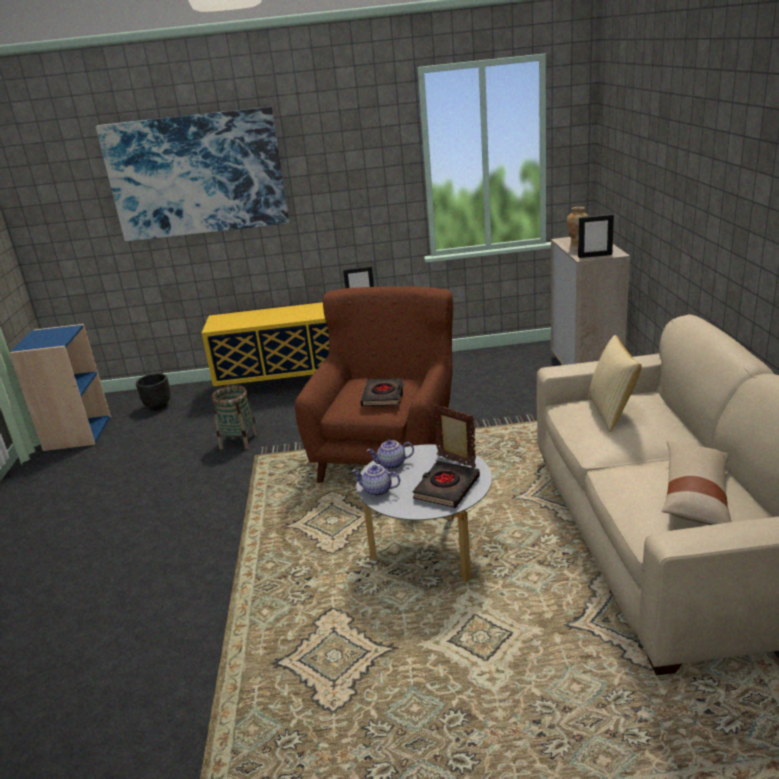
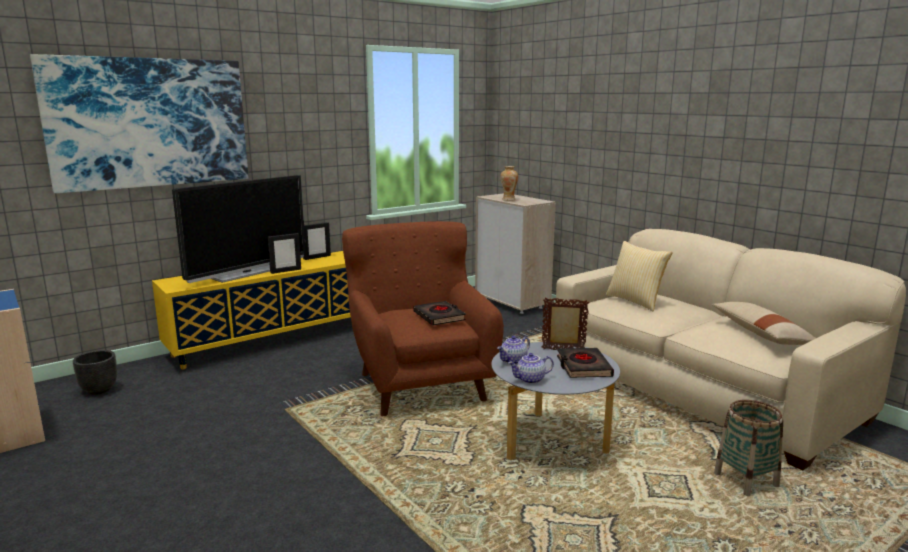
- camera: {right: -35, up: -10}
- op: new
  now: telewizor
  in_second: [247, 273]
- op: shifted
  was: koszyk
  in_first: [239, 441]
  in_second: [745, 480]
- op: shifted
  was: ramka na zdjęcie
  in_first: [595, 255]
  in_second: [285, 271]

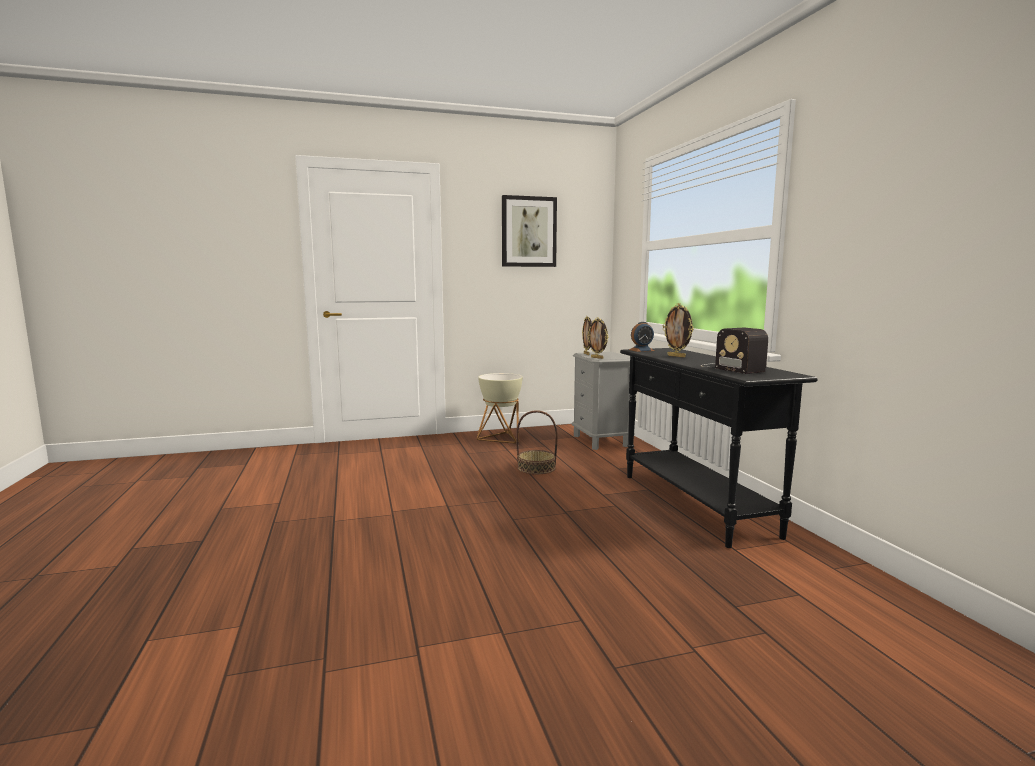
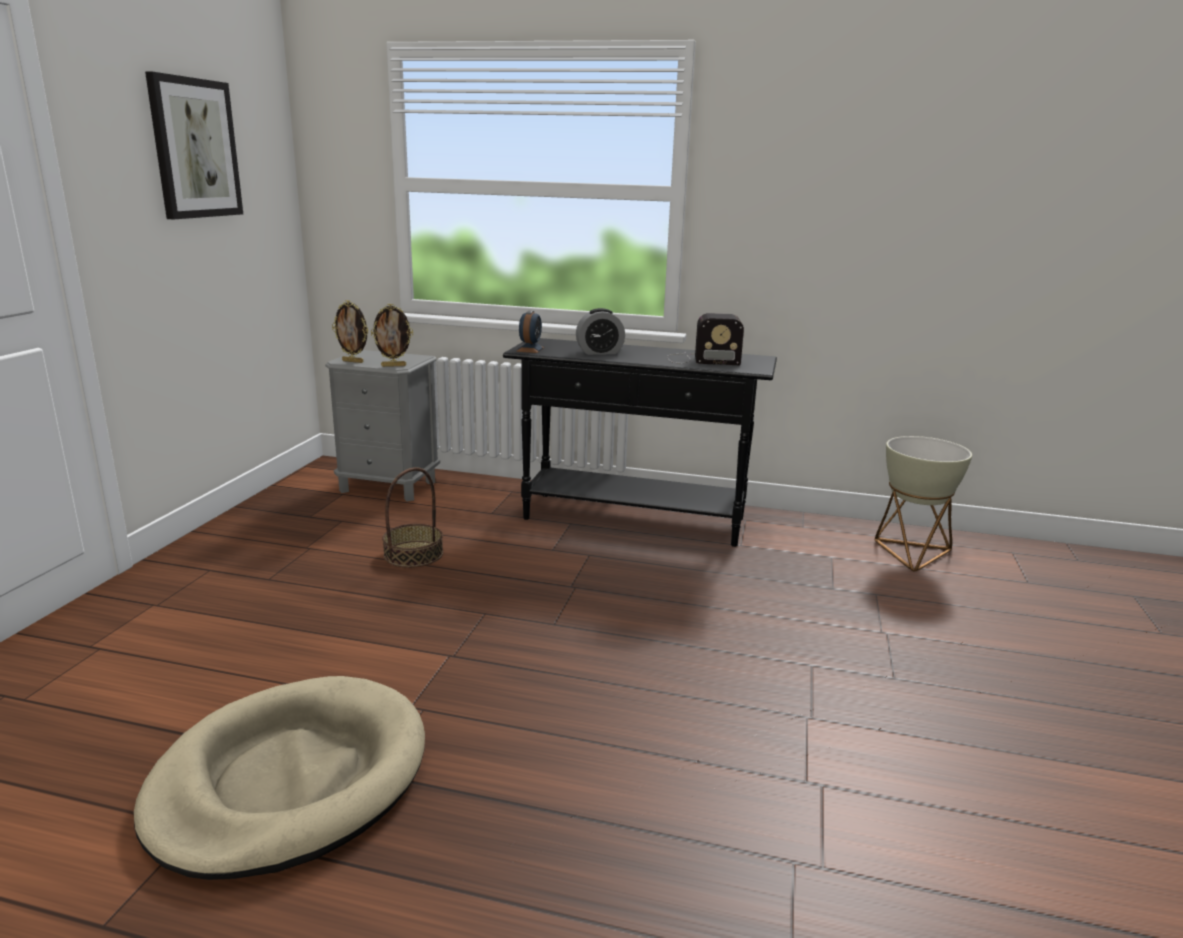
- camera: {right: -60, up: 10}
- op: new
  now: legowisko (beżowy)
  in_second: [290, 780]
- op: shifted
  was: donica
  in_first: [501, 438]
  in_second: [910, 553]
- op: swapped
  was: ramka na zdjęcie
  now: budzik
  in_first: [677, 356]
  in_second: [599, 352]

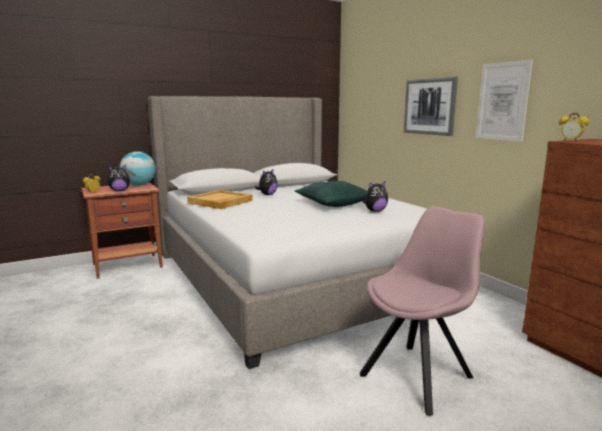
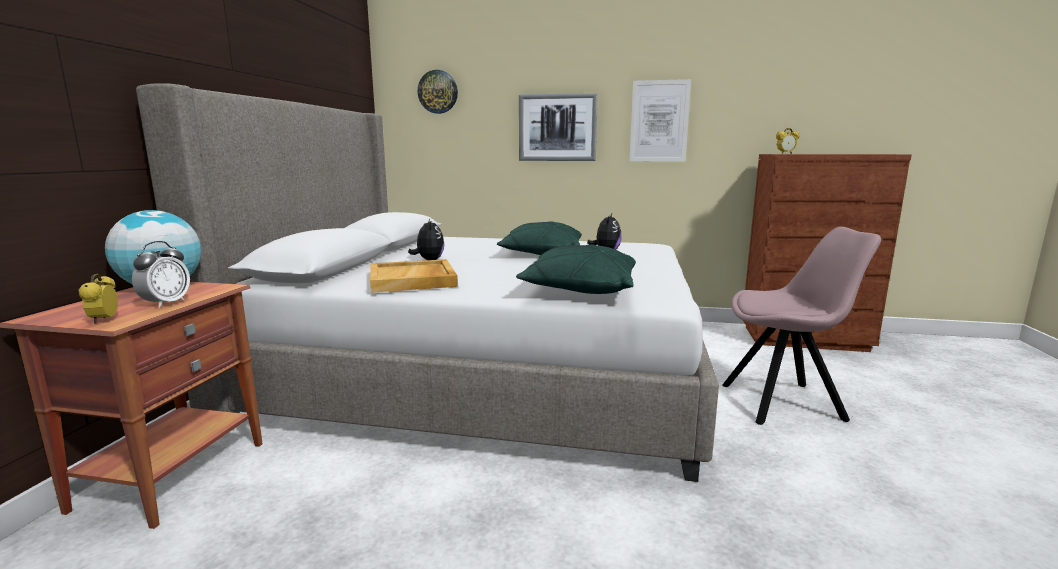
- camera: {right: -50, up: 0}
- op: new
  now: zegar ścienny
  in_second: [438, 92]
- op: new
  now: poduszka (zielony)
  in_second: [580, 289]
- op: swapped
  was: pluszak
  now: budzik
  in_first: [119, 191]
  in_second: [166, 303]
- op: rotated
  was: krzesło (różowy)
  in_first: [417, 376]
  in_second: [783, 403]
  clockwise: 90

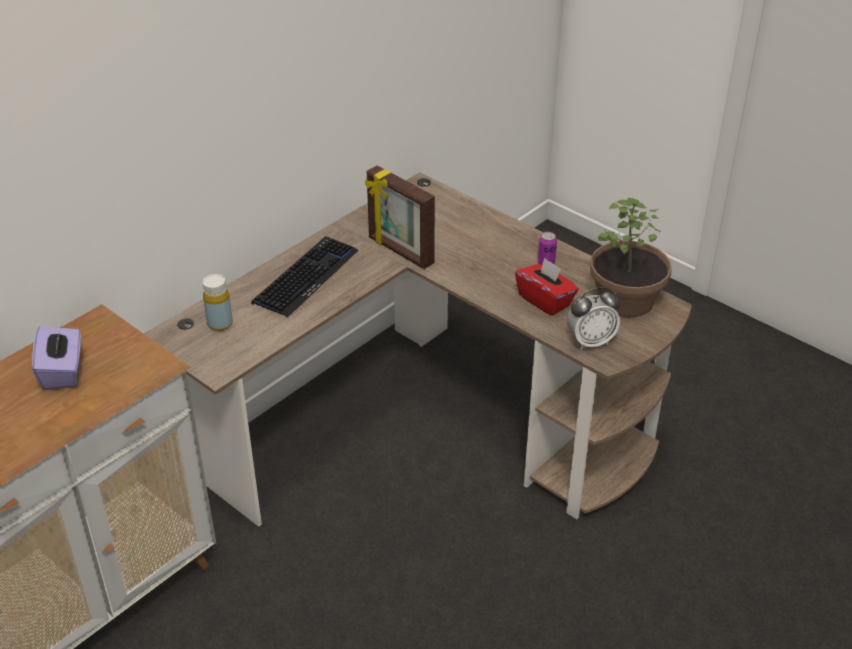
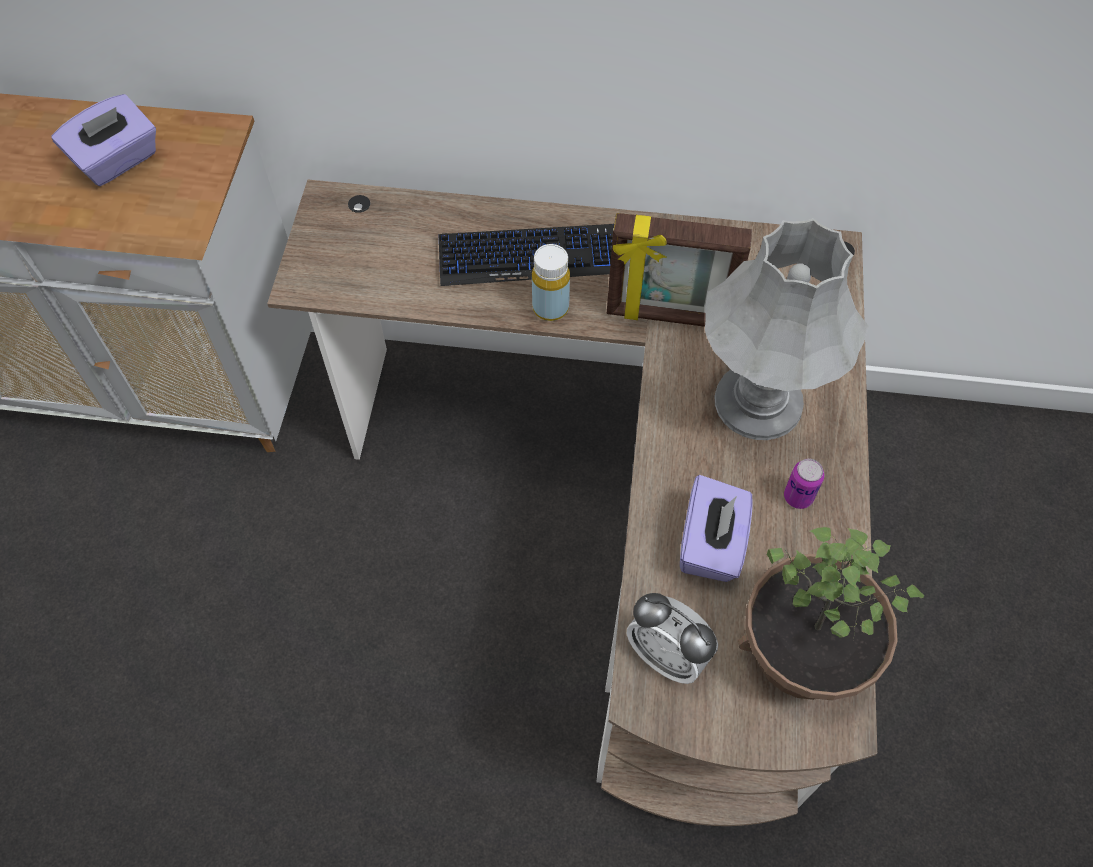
- camera: {right: 55, up: 20}
- op: new
  now: lampa stołowa (szary)
  in_second: [759, 403]
- op: shifted
  was: butelka (żółty)
  in_first: [220, 324]
  in_second: [550, 308]
- op: repainted
  was: pudełko chusteczek (czerwony)
  now: pudełko chusteczek (fioletowy)
  in_first: [545, 300]
  in_second: [711, 544]
- op: rotated
  was: ramka na zdjęcie
  in_first: [400, 251]
  in_second: [668, 316]
  clockwise: -90

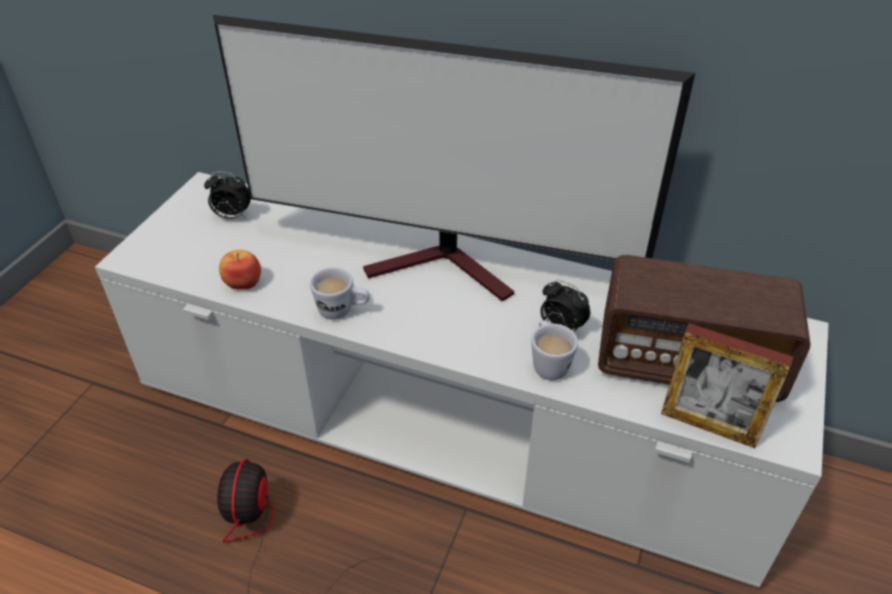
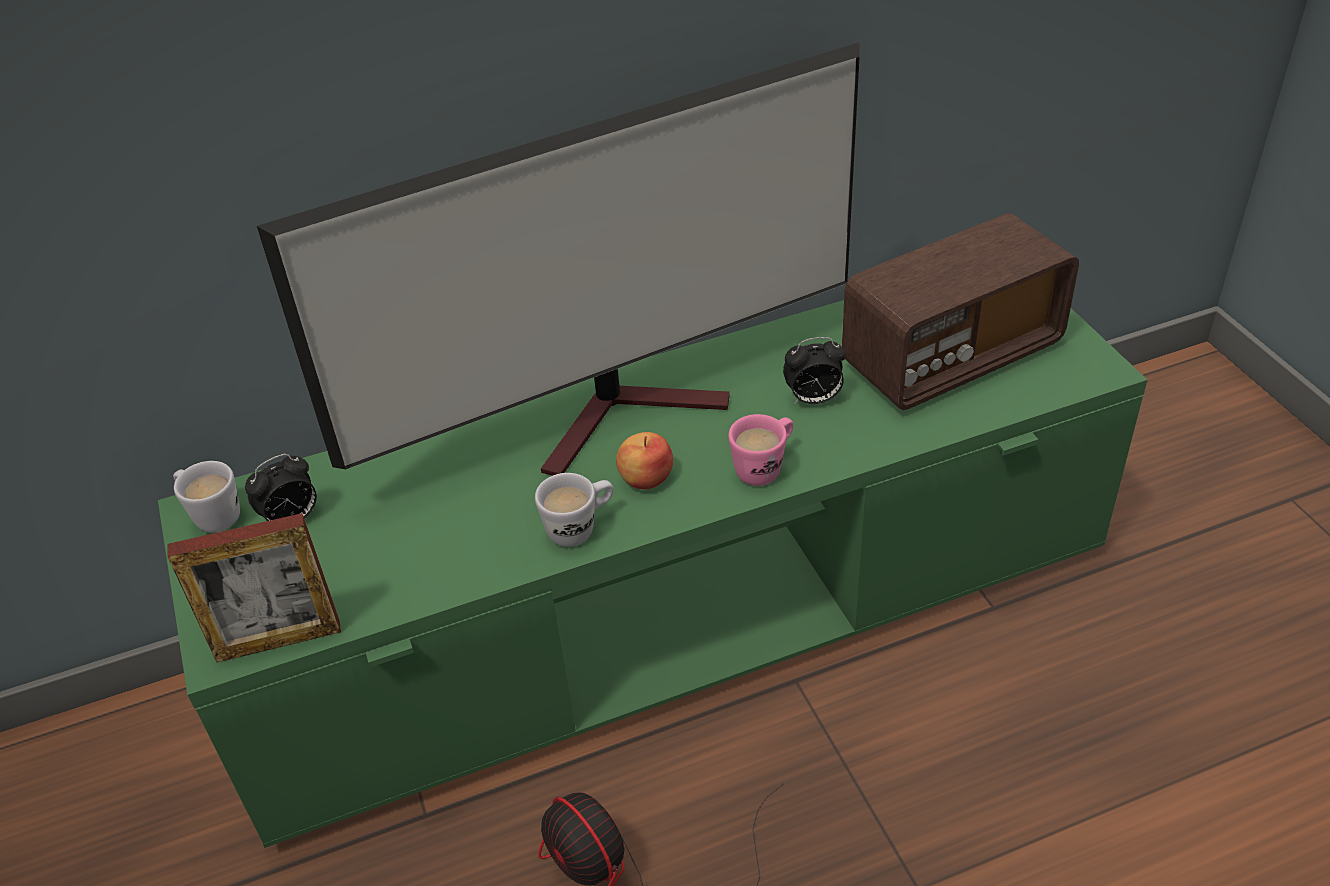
- camera: {right: -40, up: 0}
- op: new
  now: kubek (różowy)
  in_second: [765, 467]
- op: shifted
  was: jabłko
  in_first: [243, 282]
  in_second: [646, 478]
- op: shifted
  was: kubek (biały)
  in_first: [548, 363]
  in_second: [212, 515]
- op: shifted
  was: ramka na zdjęcie
  in_first: [708, 426]
  in_second: [278, 641]
- op: repainted
  was: szafka pod telewizor (biały)
  now: szafka pod telewizor (zielony)
  in_first: [448, 418]
  in_second: [675, 611]

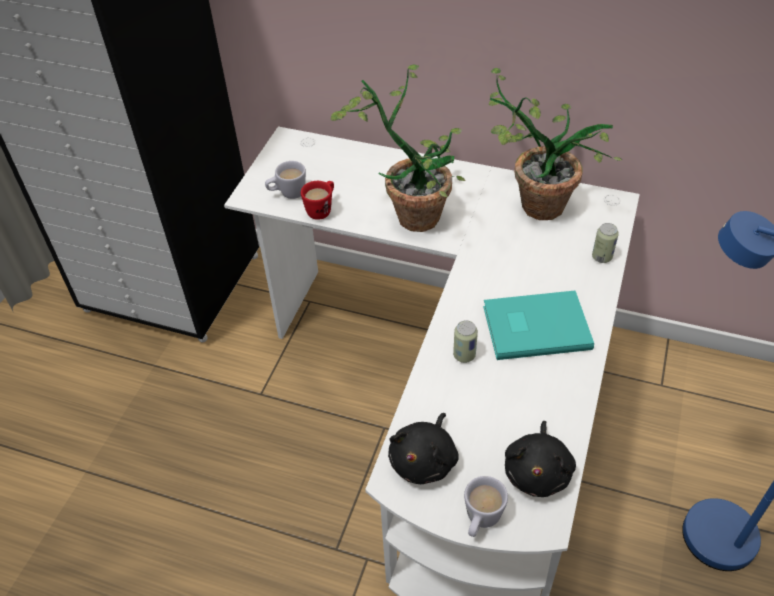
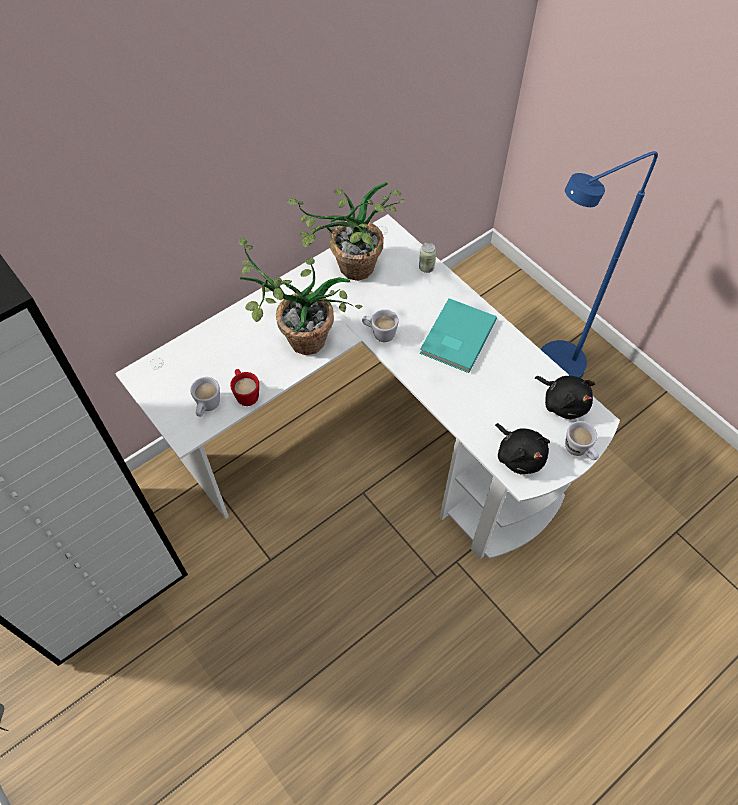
- camera: {right: -60, up: 10}
- op: gone
  was: puszka
  in_first: [464, 355]
- op: new
  now: kubek (biały)
  in_second: [379, 334]

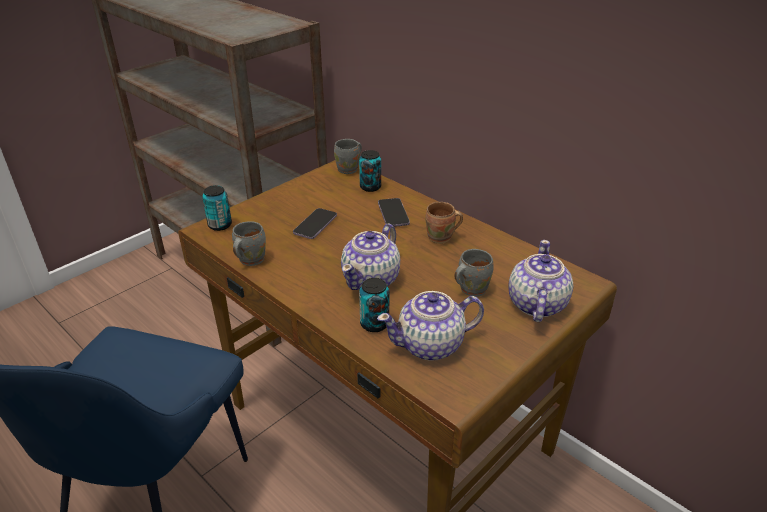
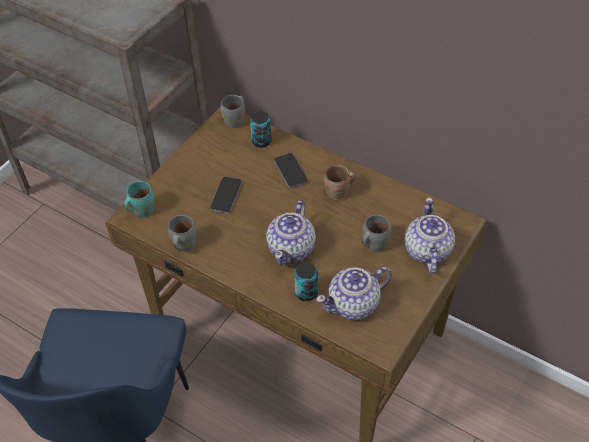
- camera: {right: -10, up: 15}
- op: swapped
  was: puszka
  now: kubek (turkusowy)
  in_first: [220, 225]
  in_second: [141, 210]

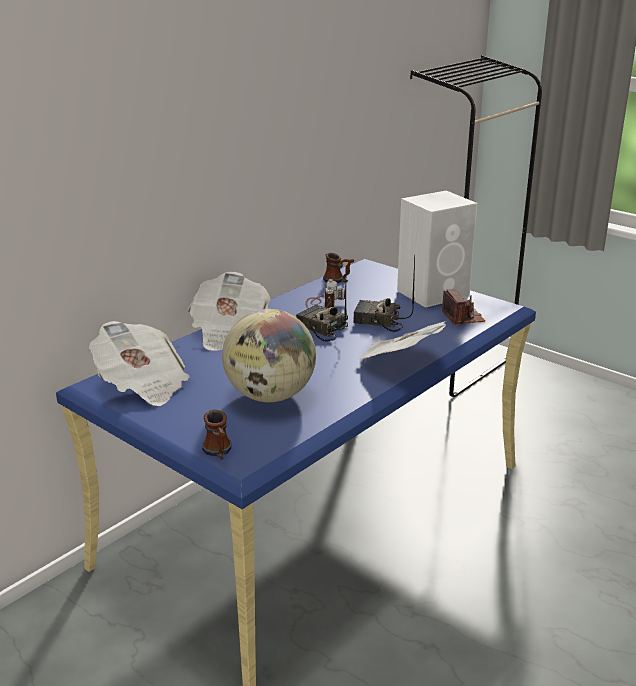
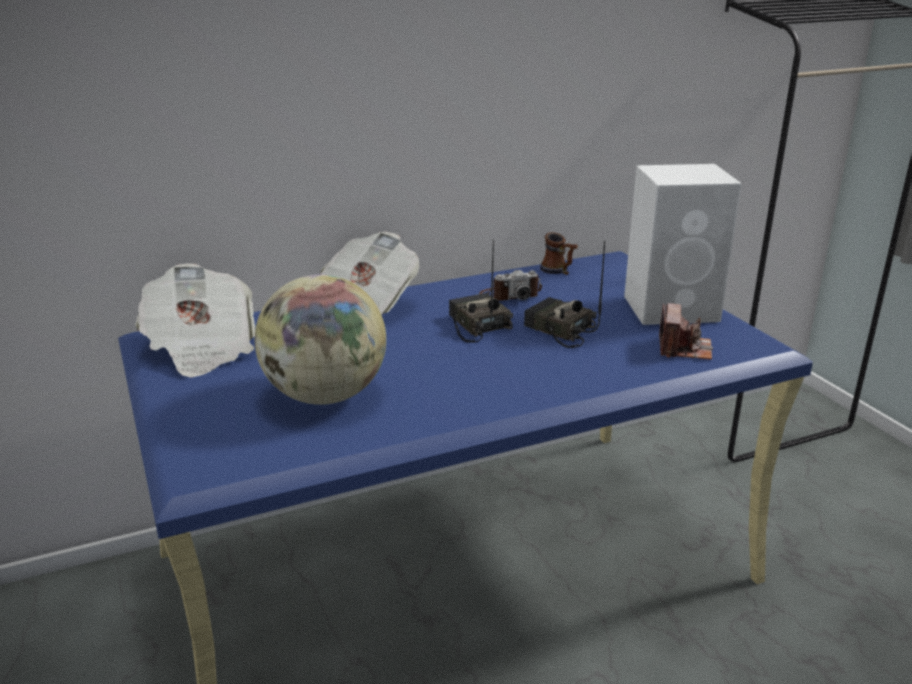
- camera: {right: 25, up: 0}
- op: gone
  was: kubek
  in_first: [219, 453]
- op: gone
  was: gazeta
  in_first: [400, 362]
- op: rotated
  was: aparat fotograficzny
  in_first: [322, 304]
  in_second: [510, 295]
  clockwise: 45

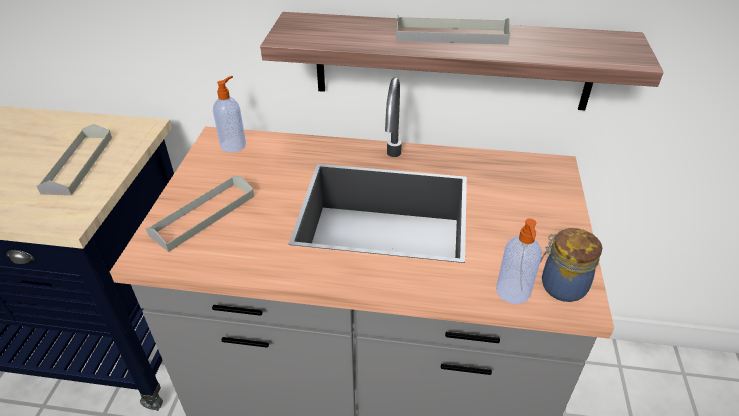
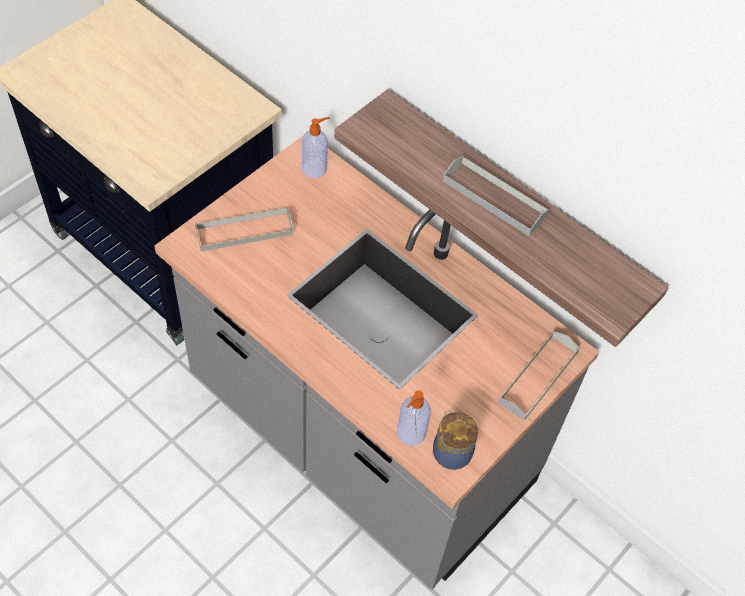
- camera: {right: 30, up: 15}
- op: shifted
  was: taca (szary)
  in_first: [78, 164]
  in_second: [538, 377]

